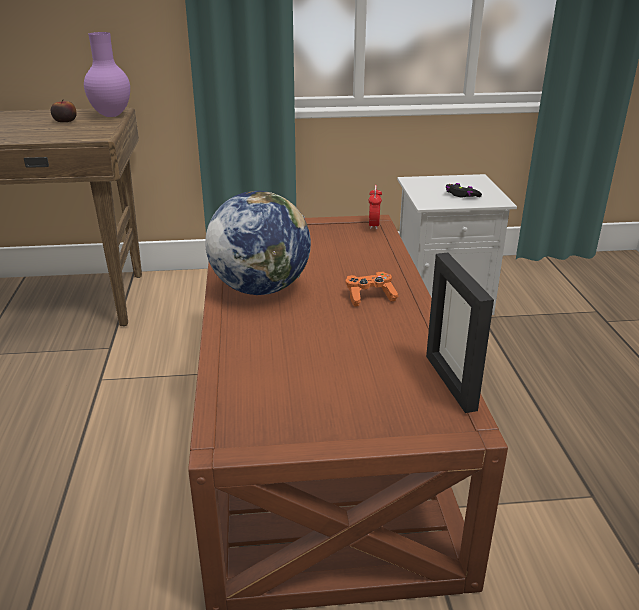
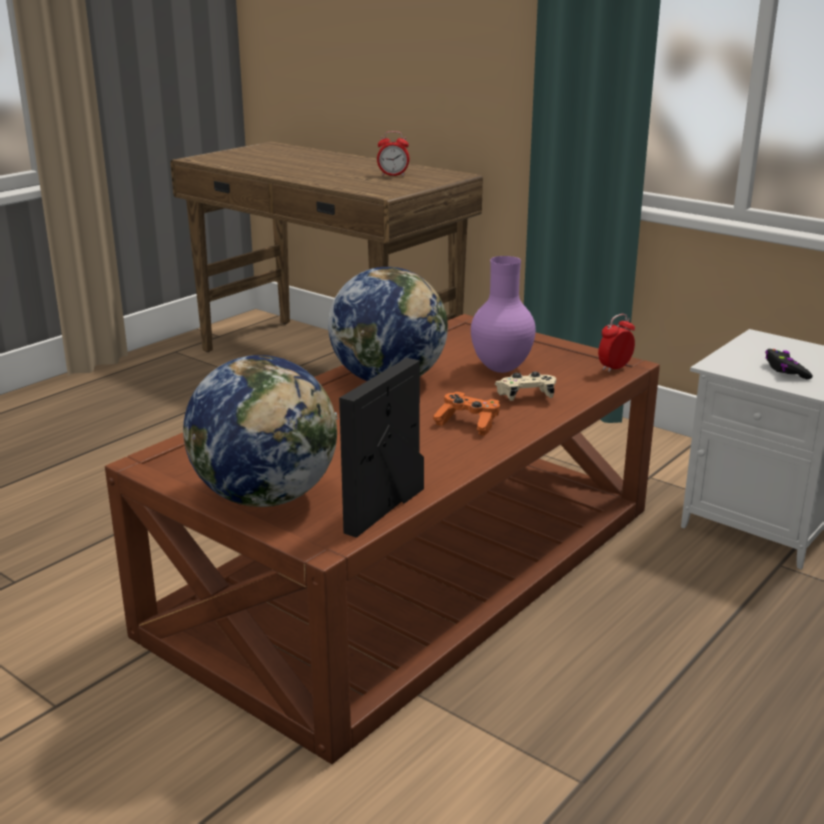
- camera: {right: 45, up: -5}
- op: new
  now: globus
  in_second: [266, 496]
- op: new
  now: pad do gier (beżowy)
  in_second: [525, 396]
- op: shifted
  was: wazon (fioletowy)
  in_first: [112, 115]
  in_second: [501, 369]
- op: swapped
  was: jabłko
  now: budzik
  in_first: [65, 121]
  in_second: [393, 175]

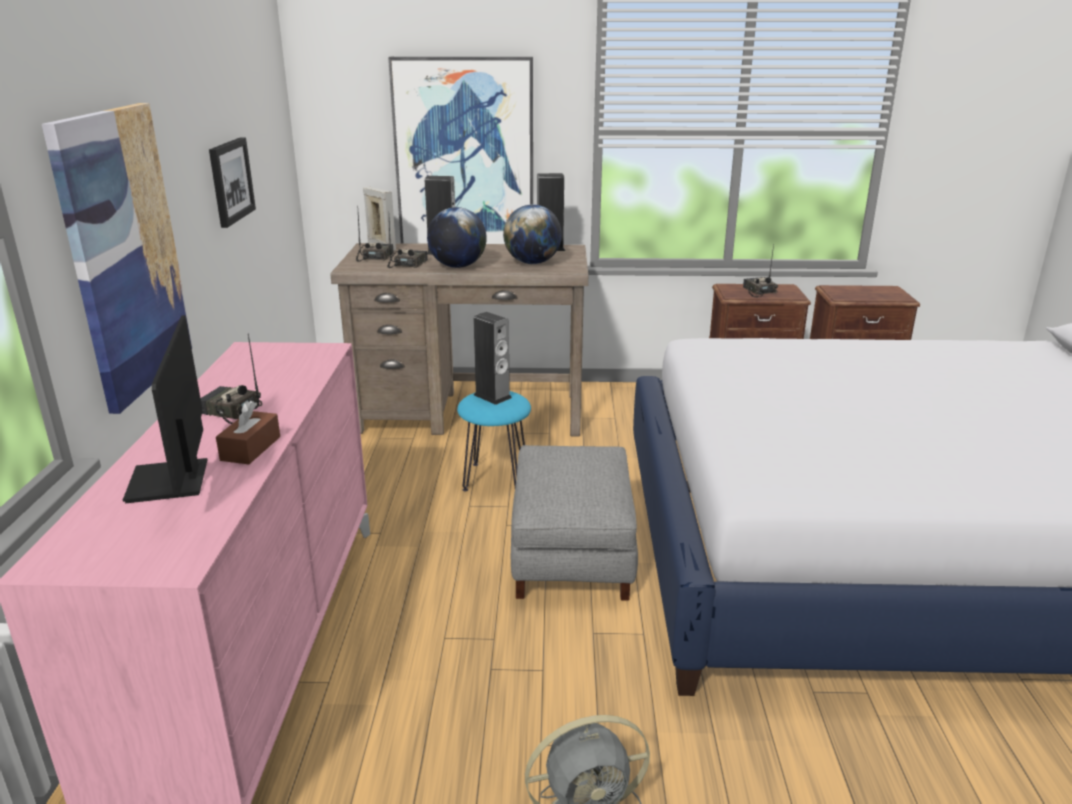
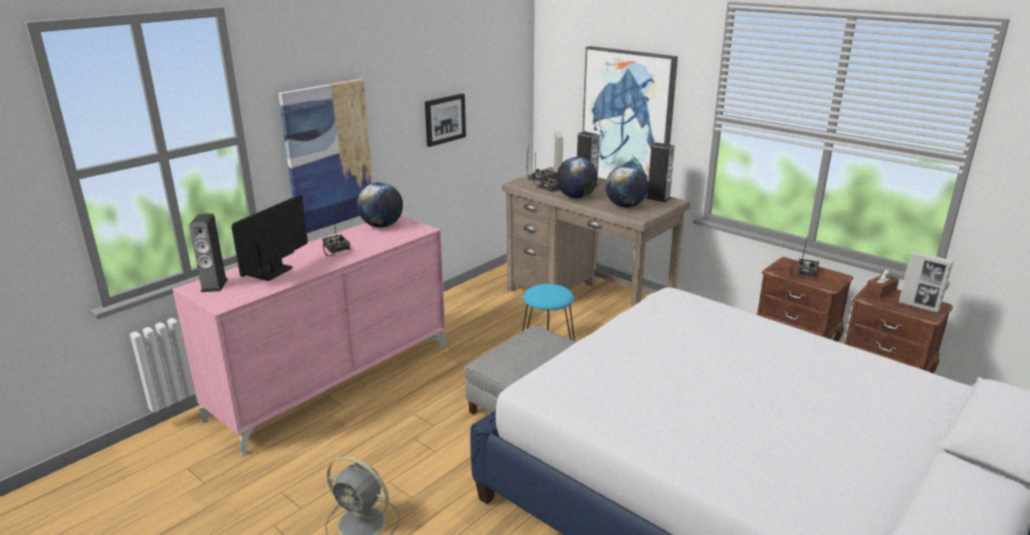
- camera: {right: 40, up: 0}
- op: new
  now: globus
  in_second: [382, 226]
- op: new
  now: ramka na zdjęcie
  in_second: [918, 306]
- op: shifted
  was: pudełko chusteczek (brązowy)
  in_first: [251, 448]
  in_second: [880, 291]
- op: shifted
  was: głośnik
  in_first: [492, 396]
  in_second: [214, 285]

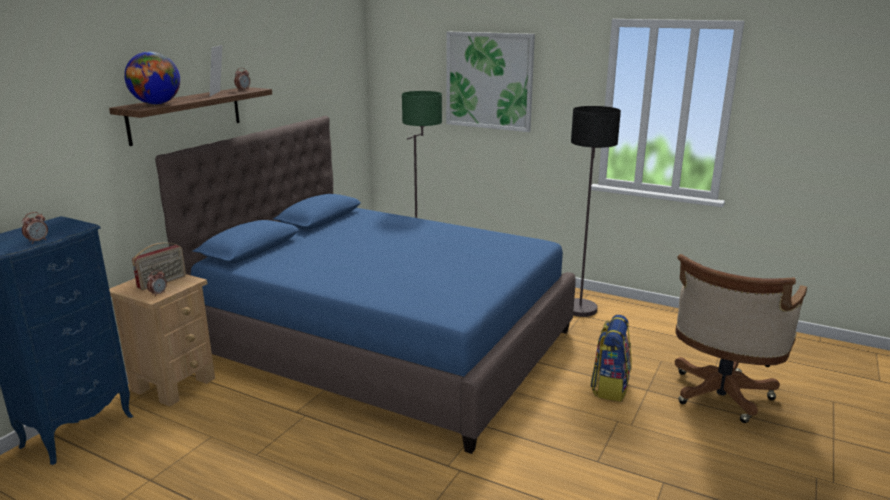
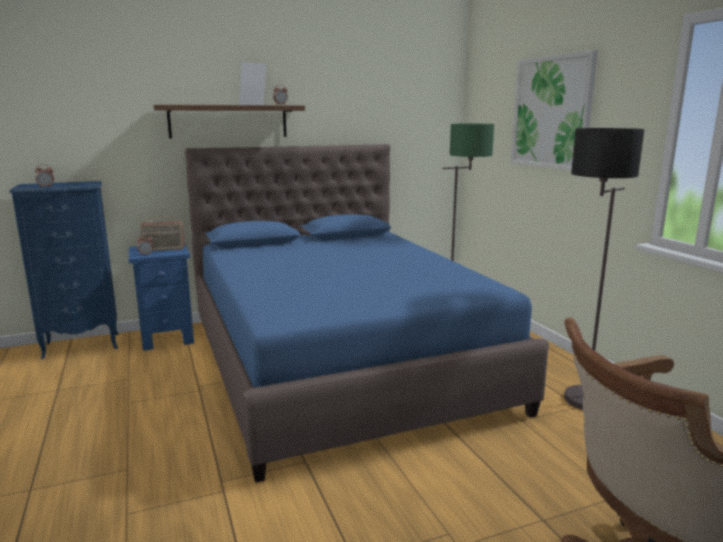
- camera: {right: 40, up: -5}
- op: gone
  was: globus
  in_first: [156, 104]
- op: gone
  was: plecak
  in_first: [609, 387]
- op: repainted
  was: szafka nocna (beżowy)
  now: szafka nocna (niebieski)
  in_first: [175, 384]
  in_second: [168, 338]

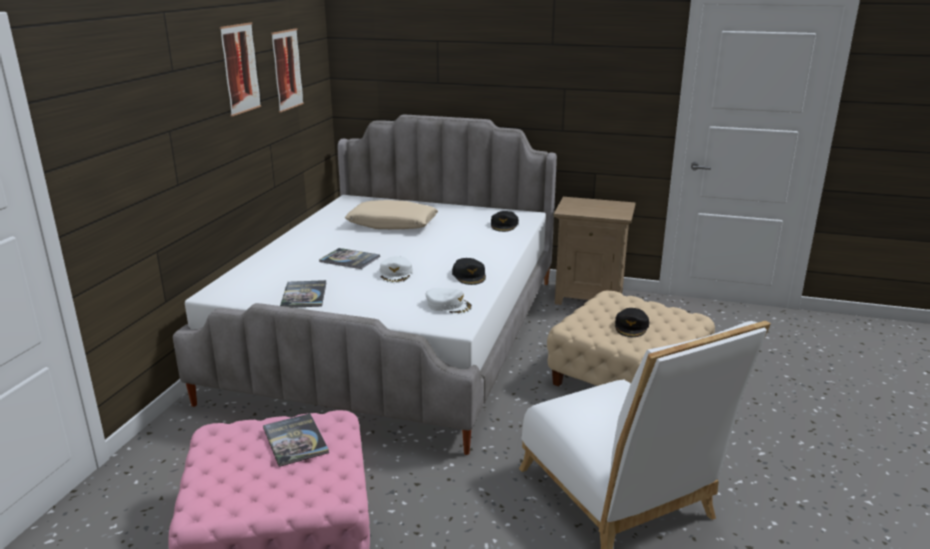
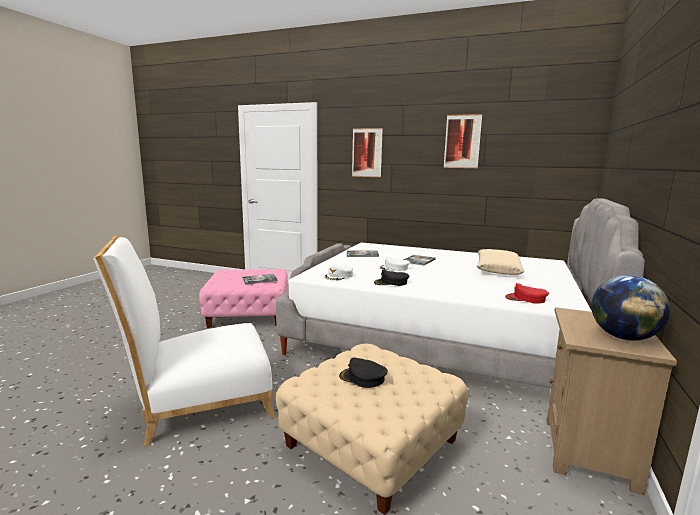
- camera: {right: 95, up: -10}
- op: new
  now: globus
  in_second: [623, 337]
- op: shifted
  was: obraz
  in_first: [287, 70]
  in_second: [367, 152]
- op: repainted
  was: czapka z daszkiem (czarny)
  now: czapka z daszkiem (czerwony)
  in_first: [504, 225]
  in_second: [526, 299]

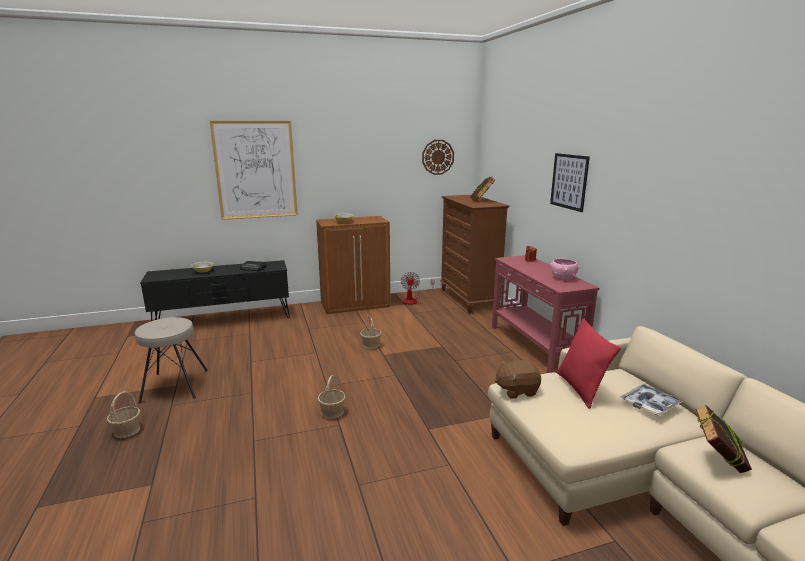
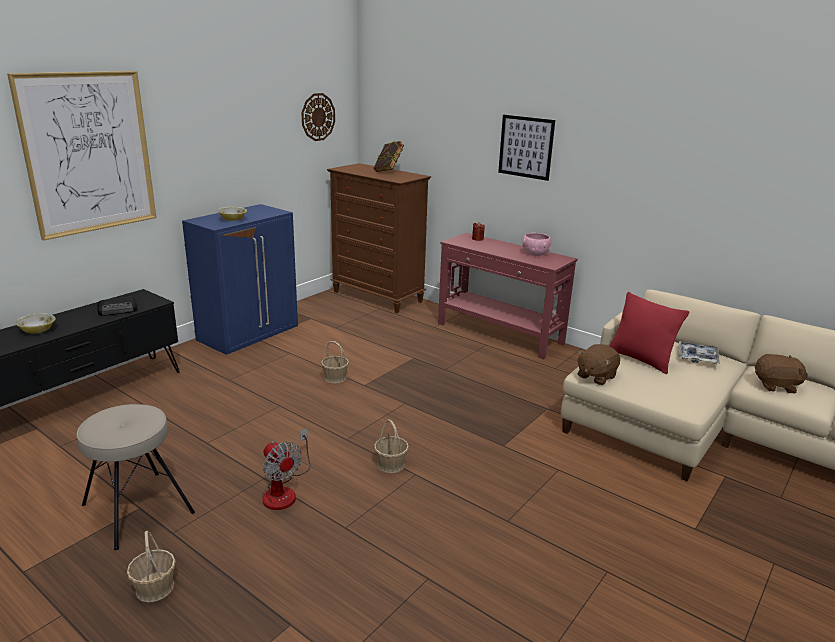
- camera: {right: -35, up: 5}
- op: shifted
  was: wentylator
  in_first: [413, 300]
  in_second: [284, 491]
- op: swapped
  was: książka
  now: pluszak (brązowy)
  in_first: [716, 461]
  in_second: [776, 386]
- op: repainted
  was: szafka (brązowy)
  now: szafka (niebieski)
  in_first: [355, 304]
  in_second: [249, 332]

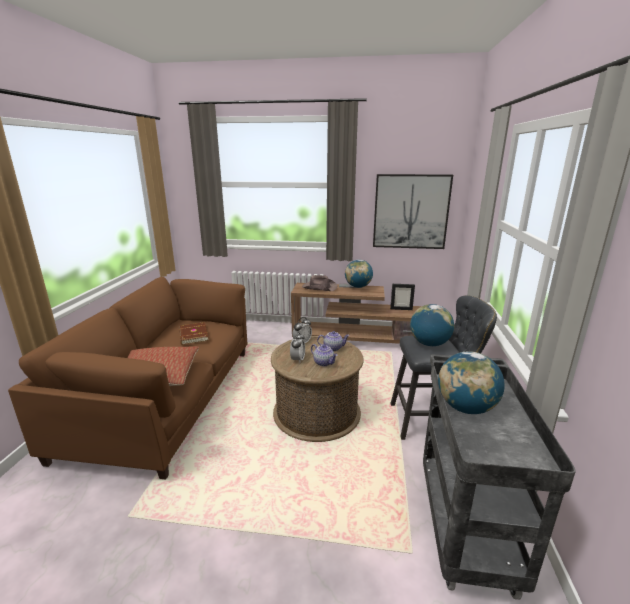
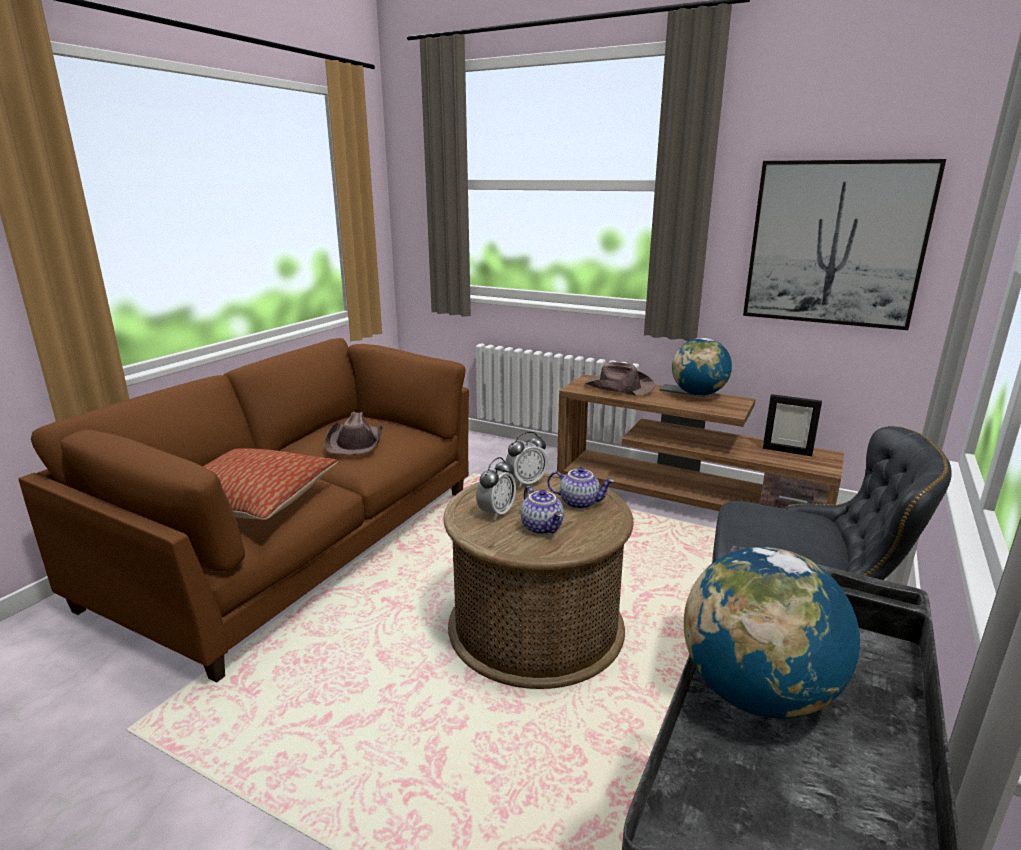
- camera: {right: 20, up: 0}
- op: gone
  was: globus
  in_first: [429, 344]
- op: swapped
  was: książka (brązowy)
  now: kapelusz (brązowy)
  in_first: [193, 335]
  in_second: [355, 442]

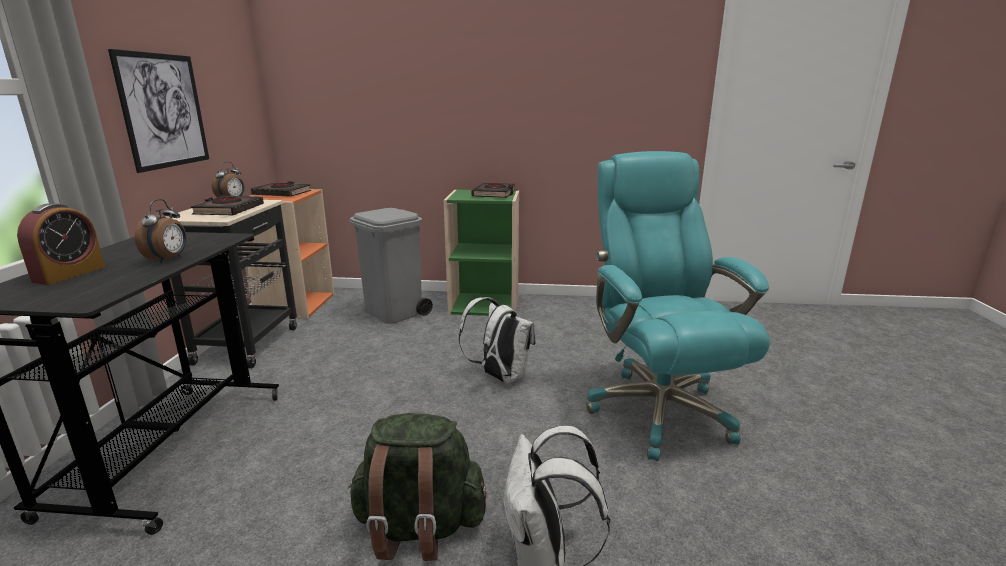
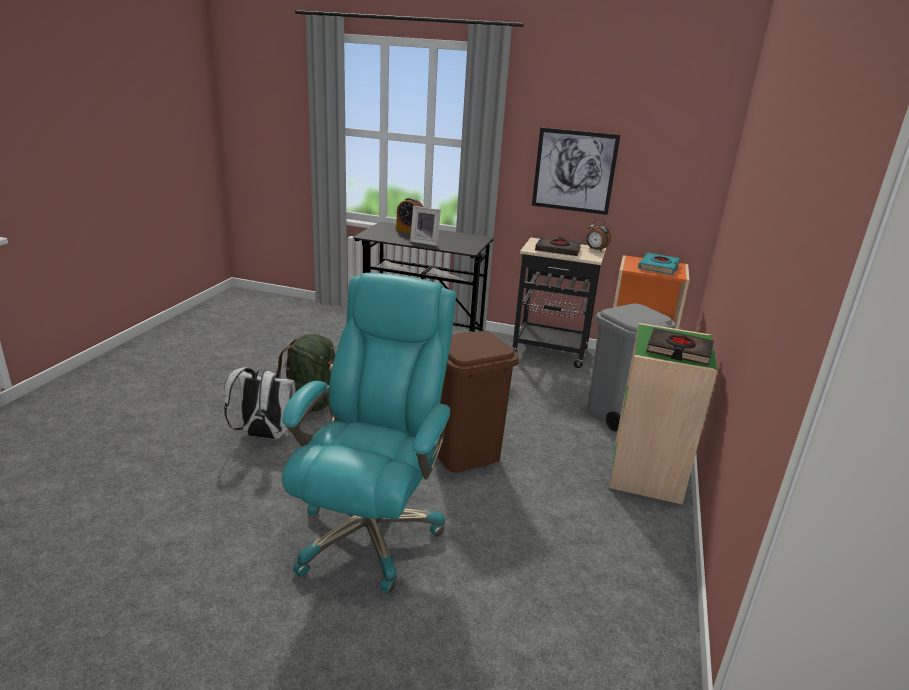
- camera: {right: 100, up: 5}
- op: swapped
  was: budzik
  now: ramka na zdjęcie
  in_first: [168, 259]
  in_second: [425, 242]
- op: swapped
  was: plecak (biały)
  now: kosz na śmieci (brązowy)
  in_first: [499, 377]
  in_second: [465, 454]
- op: repainted
  was: książka (czarny)
  now: książka (turkusowy)
  in_first: [282, 193]
  in_second: [659, 267]
- op: rotated
  was: krzesło biurowe (turkusowy)
  in_first: [658, 409]
  in_second: [372, 533]
  clockwise: -75

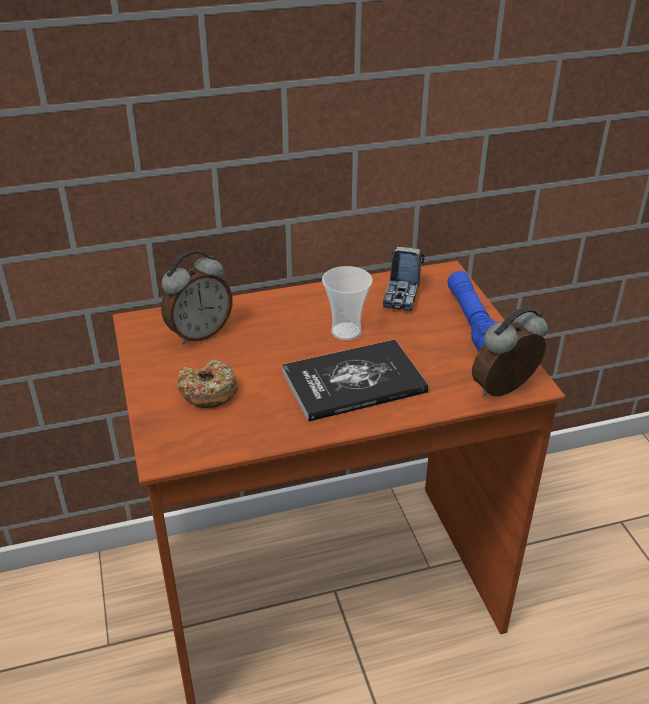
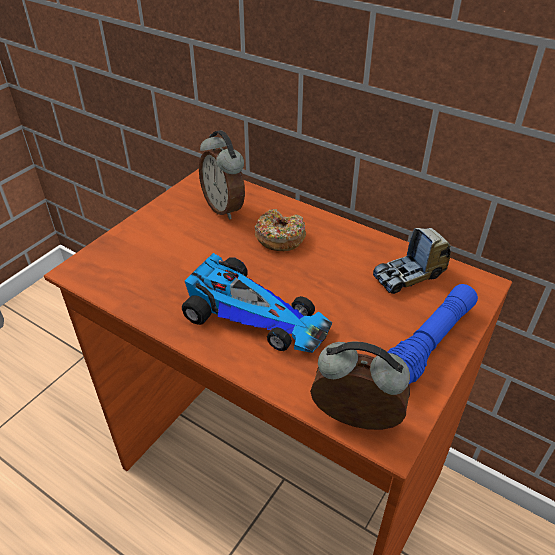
- camera: {right: 50, up: 5}
- op: gone
  was: filiżanka
  in_first: [346, 332]
- op: shifted
  was: donut
  in_first: [208, 392]
  in_second: [279, 237]
- op: swapped
  was: książka
  now: samochodzik
  in_first: [354, 382]
  in_second: [255, 314]
- op: rotated
  was: budzik
  in_first: [199, 333]
  in_second: [225, 208]
  clockwise: 45

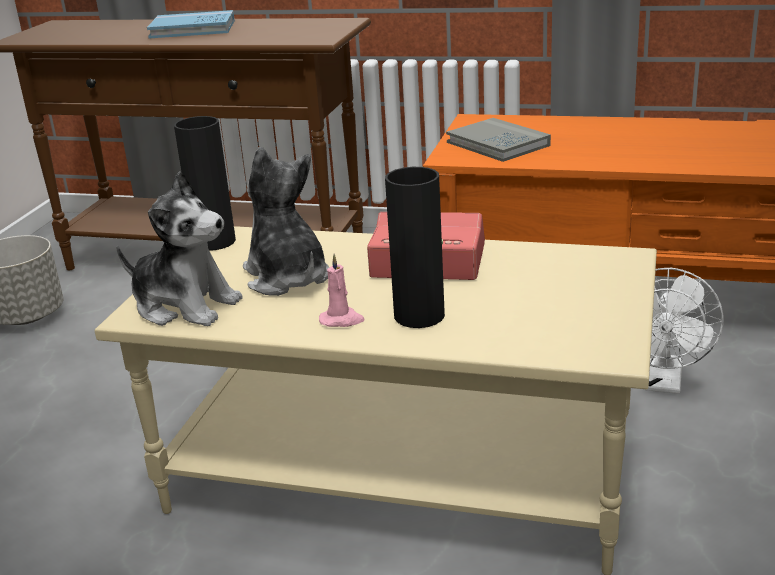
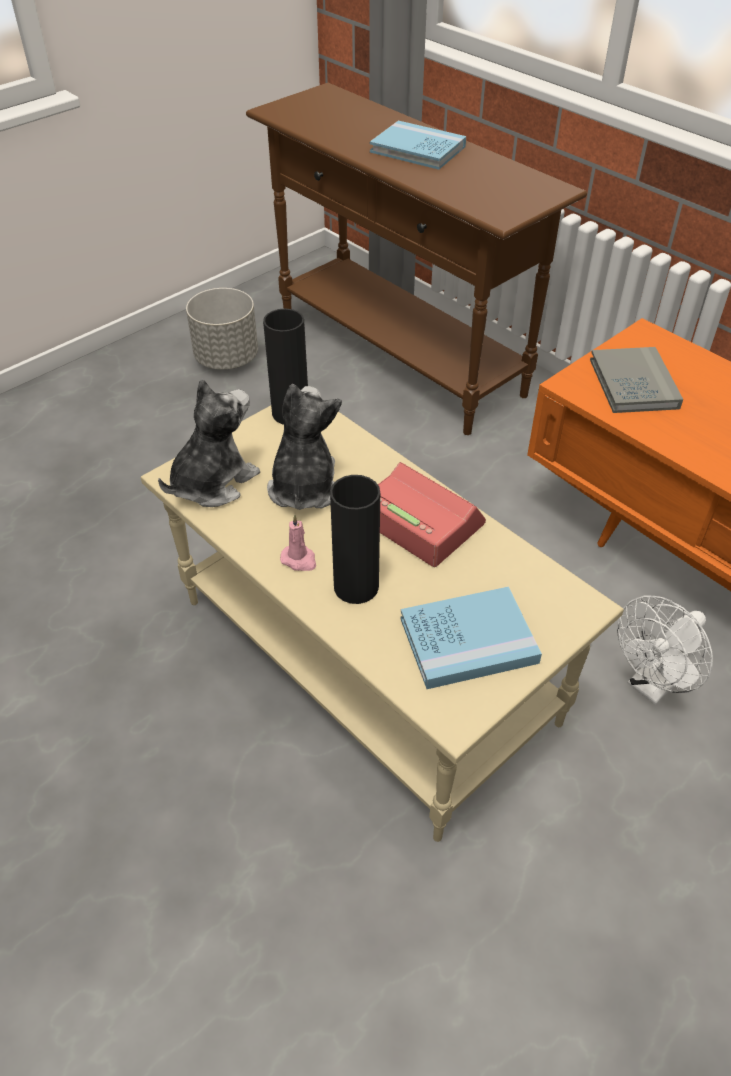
- camera: {right: 30, up: 20}
- op: new
  now: książka (niebieski)
  in_second: [468, 640]
- op: rotated
  was: pluszak
  in_first: [185, 305]
  in_second: [212, 482]
  clockwise: -105

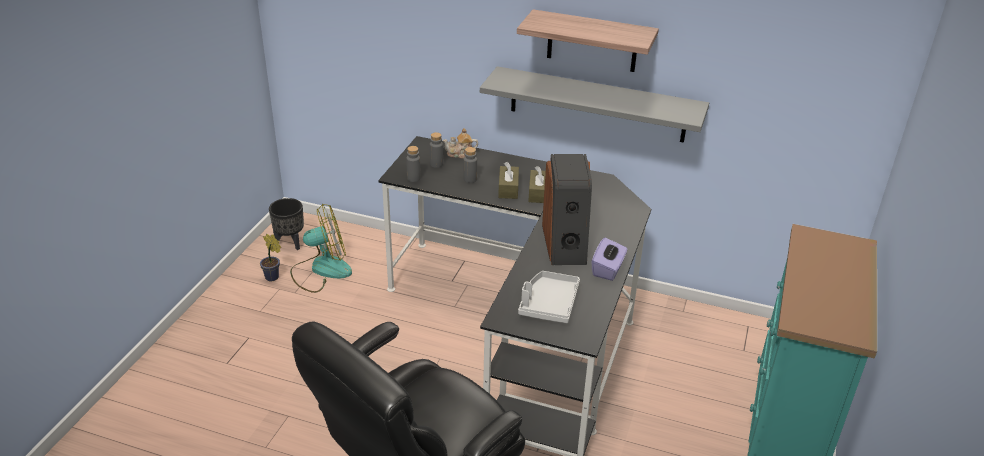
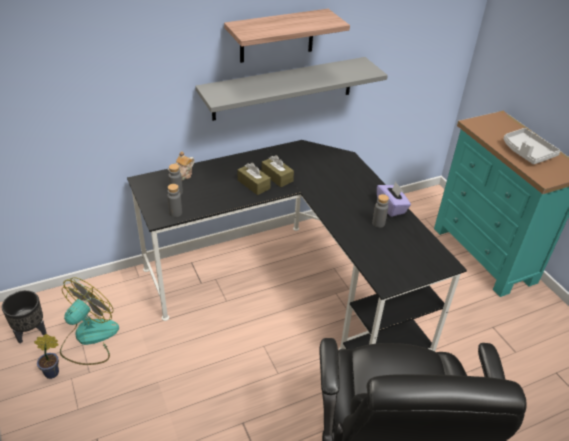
- camera: {right: -45, up: 5}
- op: gone
  was: głośnik
  in_first: [565, 244]
- op: shifted
  was: butelka (szary)
  in_first: [470, 179]
  in_second: [378, 223]
- op: shifted
  was: taca (szary)
  in_first: [548, 304]
  in_second: [527, 152]

